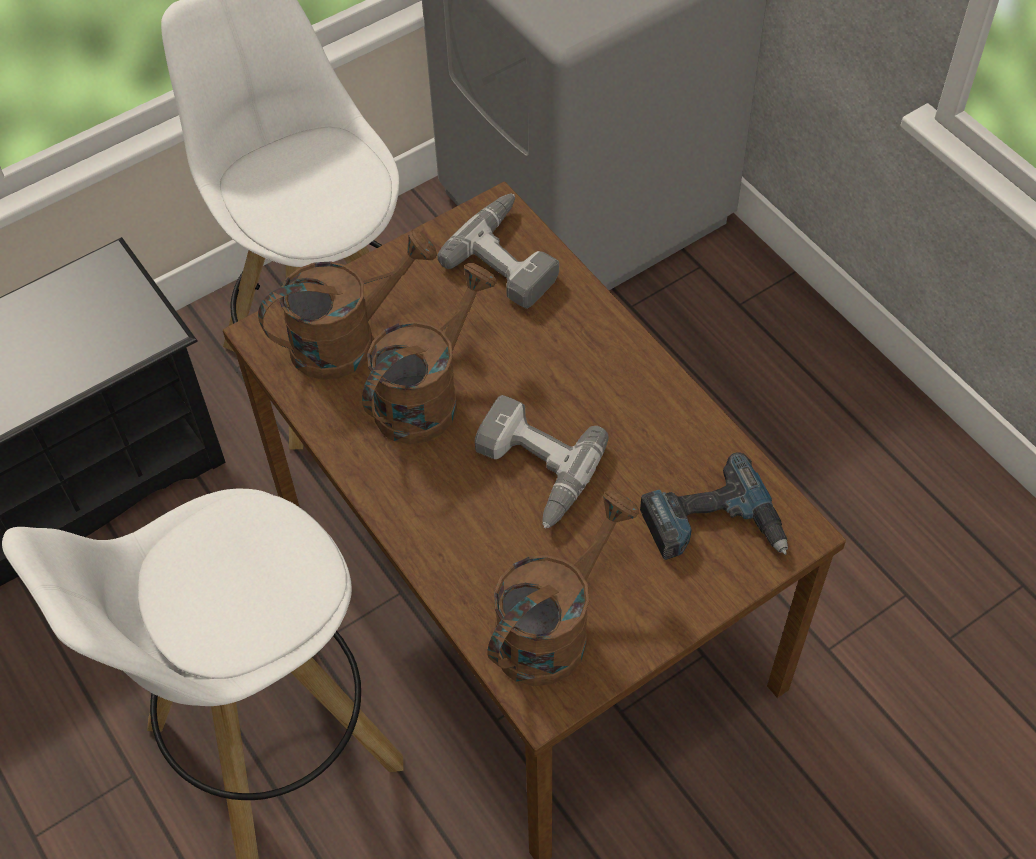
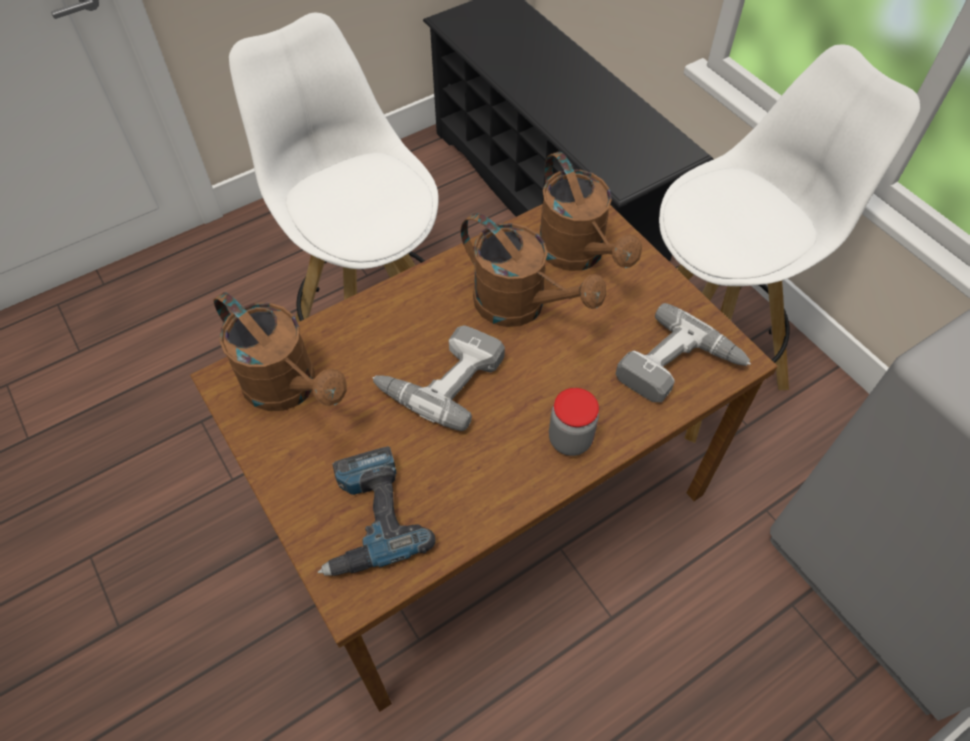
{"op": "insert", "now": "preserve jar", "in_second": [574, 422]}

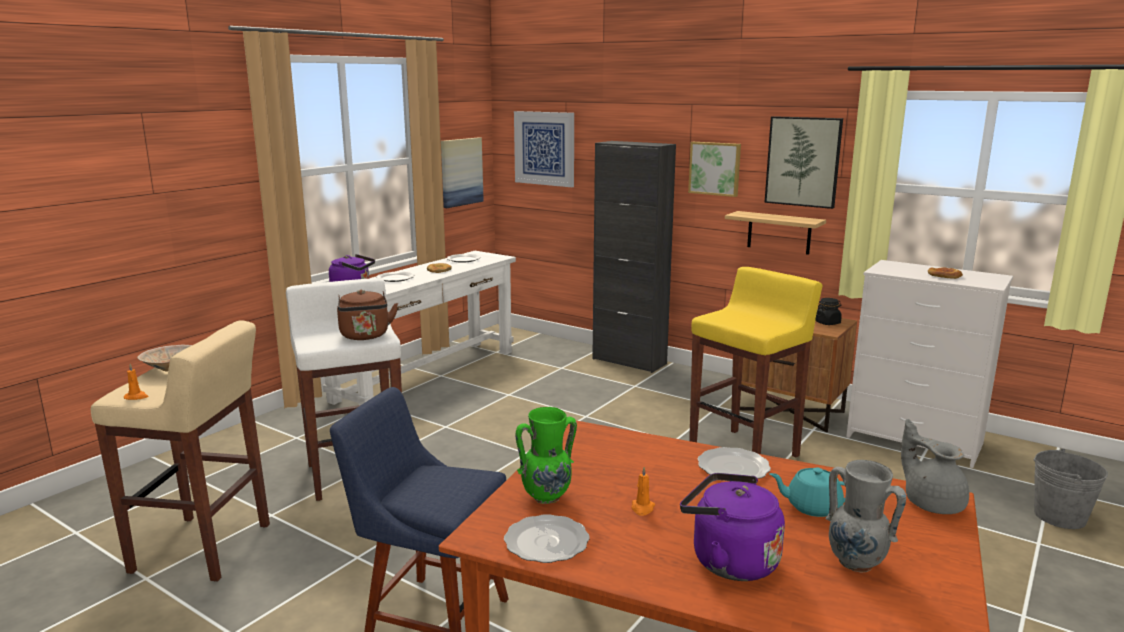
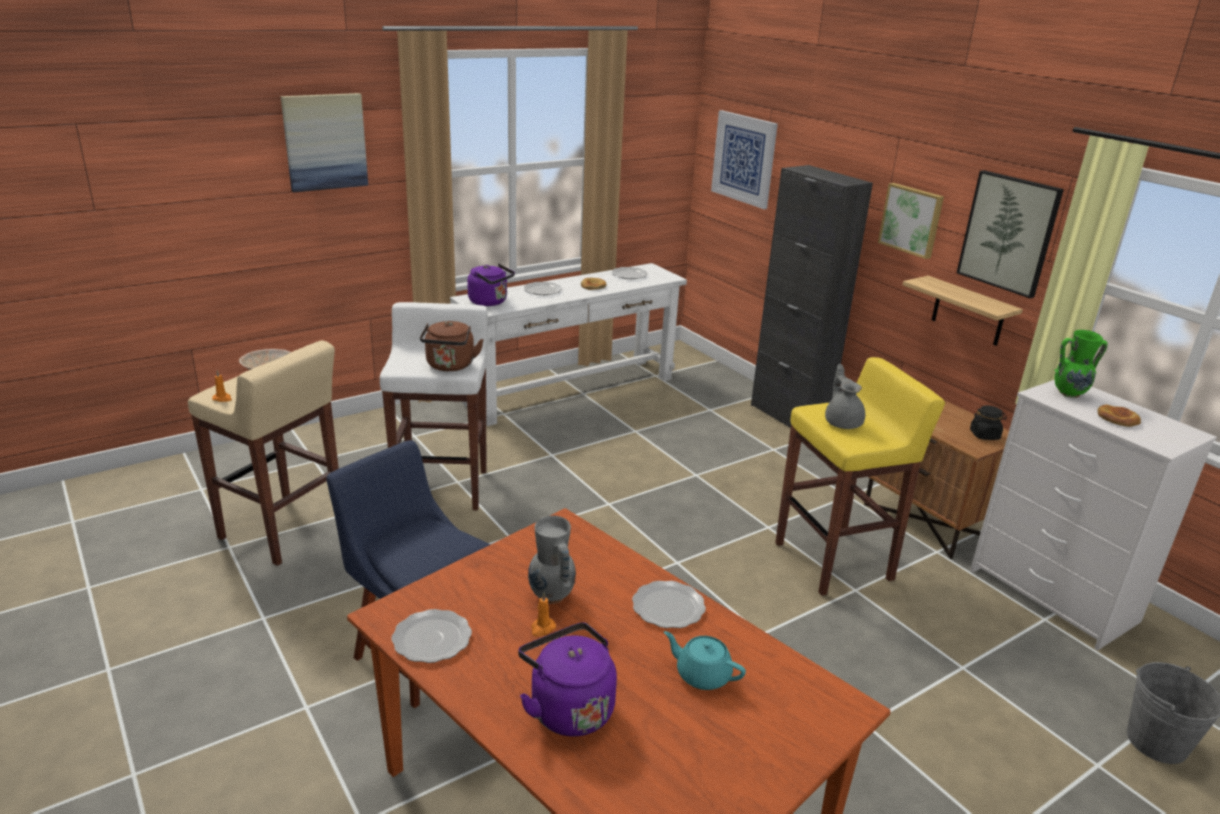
{"op": "move", "was": "wall art", "in_first": [462, 172], "in_second": [324, 143]}
{"op": "move", "was": "flower vase/greenish", "in_first": [546, 455], "in_second": [1081, 364]}
{"op": "move", "was": "flower vase/grey", "in_first": [865, 516], "in_second": [552, 560]}
{"op": "move", "was": "pot for tea/grey", "in_first": [935, 466], "in_second": [845, 396]}

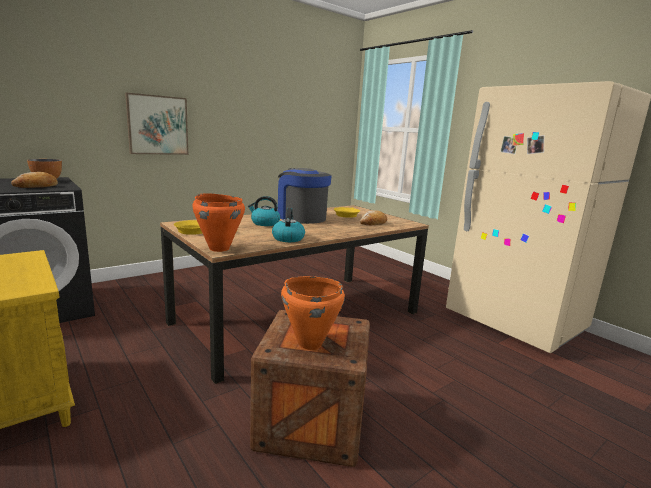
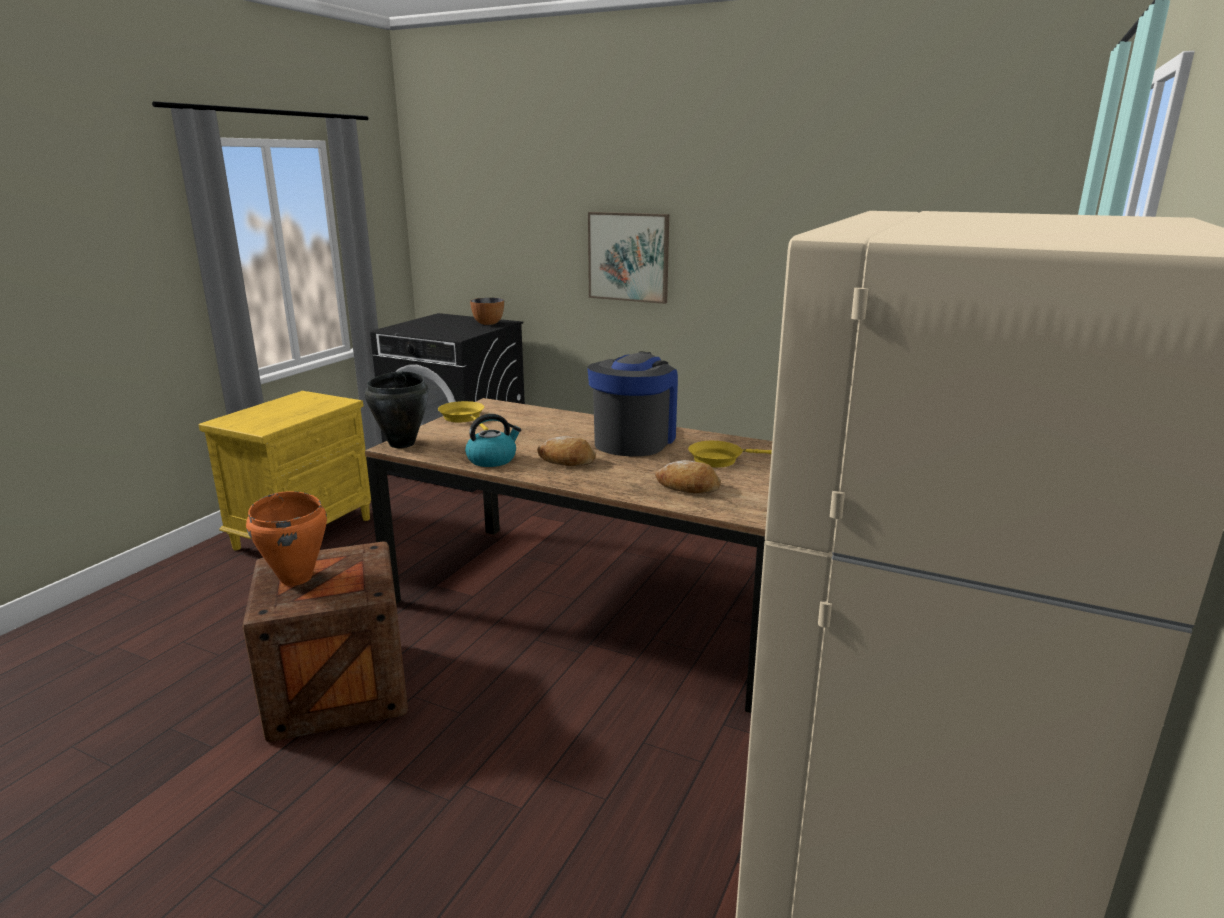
{"op": "delete", "was": "water kettle", "in_first": [264, 211]}
{"op": "move", "was": "bread", "in_first": [34, 180], "in_second": [566, 451]}
{"op": "recolor", "was": "stockpot/orange", "now": "stockpot/black", "in_first": [218, 222], "in_second": [397, 409]}

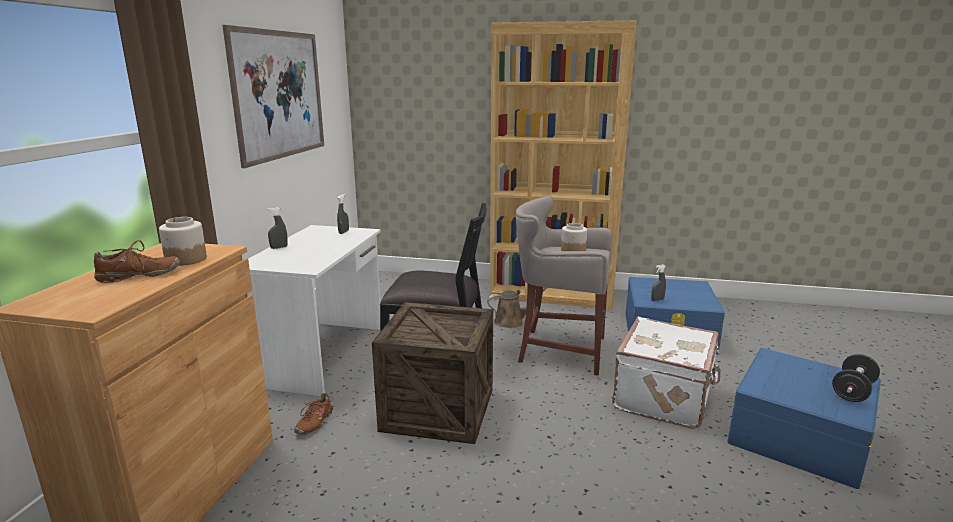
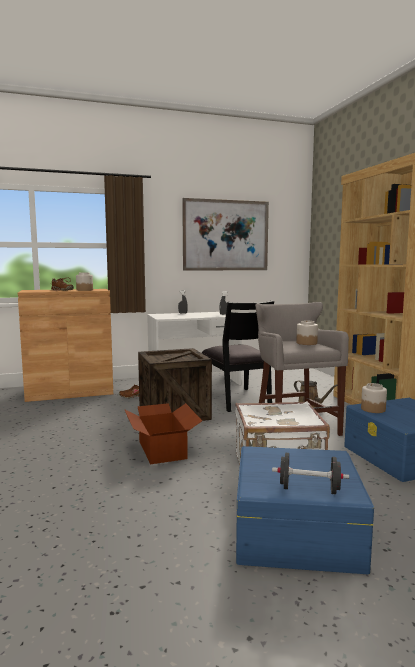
{"op": "insert", "now": "carton", "in_second": [163, 433]}
{"op": "replace", "was": "sprayer/grey", "now": "preserve jar", "in_first": [658, 283], "in_second": [374, 398]}

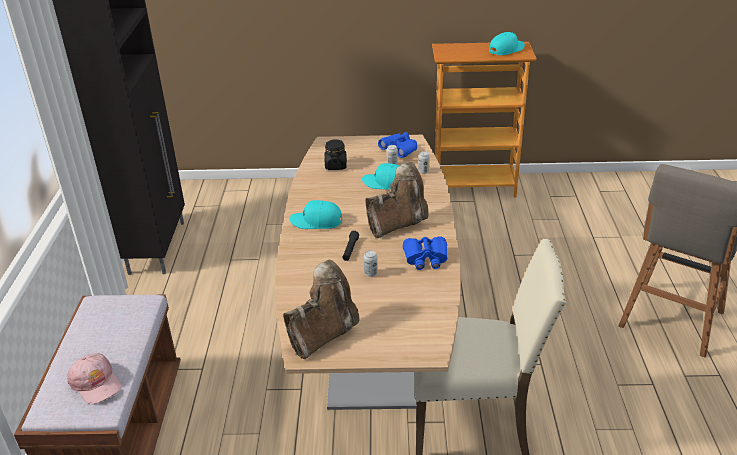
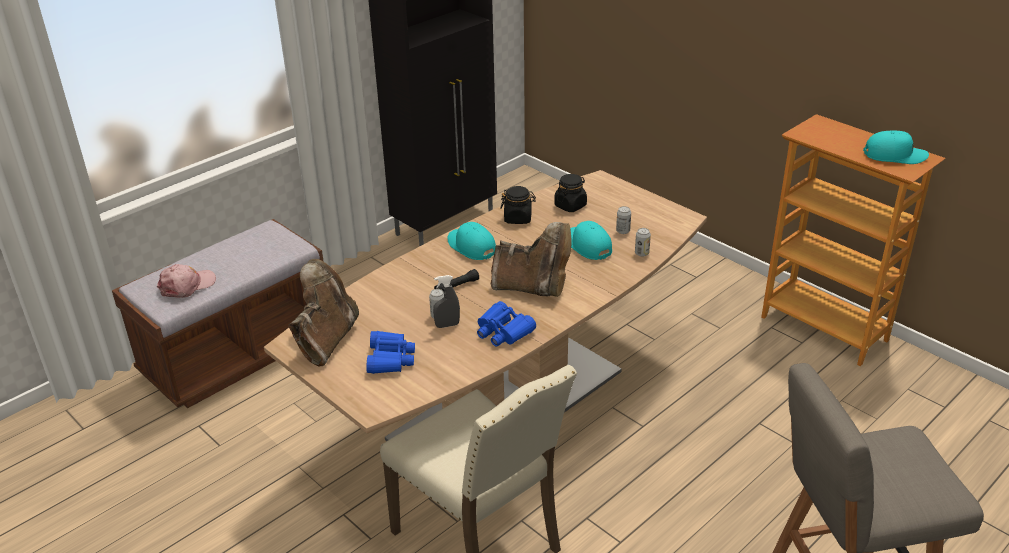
{"op": "insert", "now": "sprayer/grey", "in_second": [446, 301]}
{"op": "insert", "now": "preserve jar/black", "in_second": [518, 205]}
{"op": "move", "was": "binoculars/blue-coloured", "in_first": [397, 145], "in_second": [390, 352]}
{"op": "rotate", "was": "peaked cap/pink-coloured", "in_first": [94, 378], "in_second": [186, 281], "clockwise": -135}
{"op": "rotate", "was": "boot/brownish", "in_first": [321, 309], "in_second": [323, 312], "clockwise": -75}

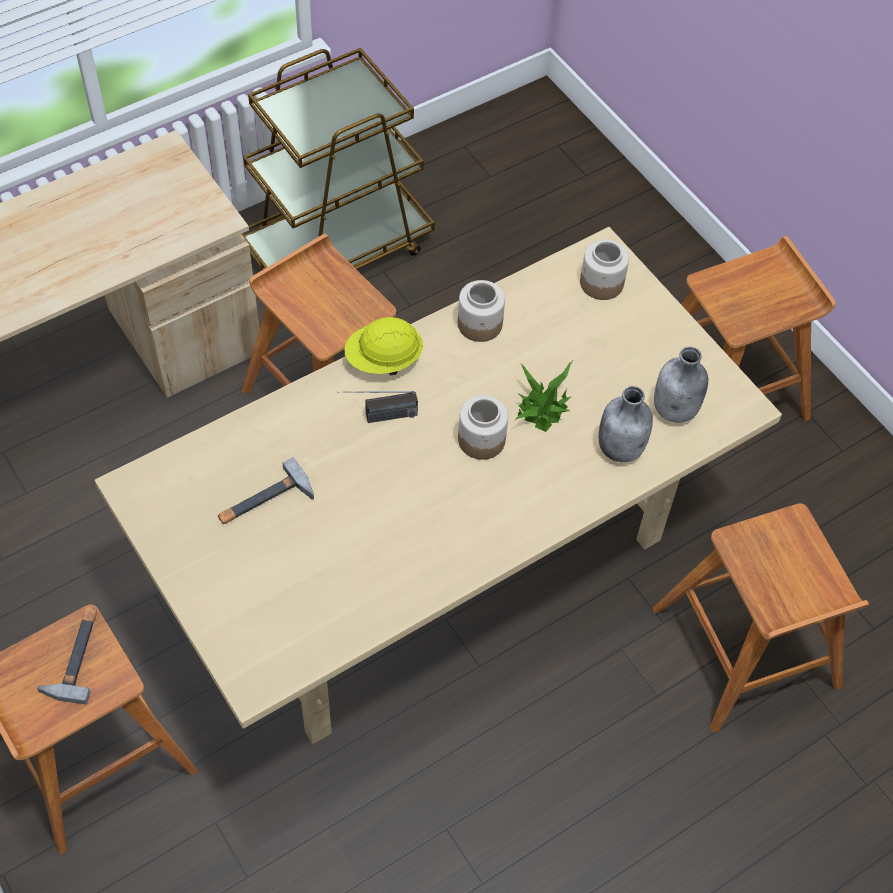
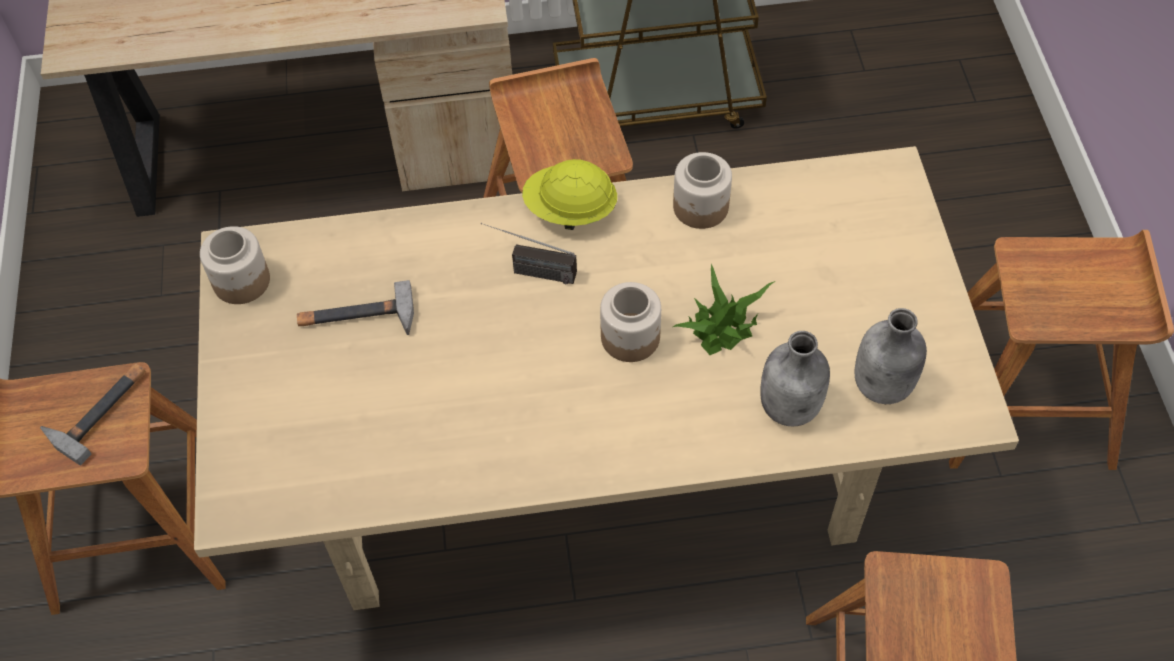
{"op": "move", "was": "preserve jar", "in_first": [604, 269], "in_second": [235, 265]}

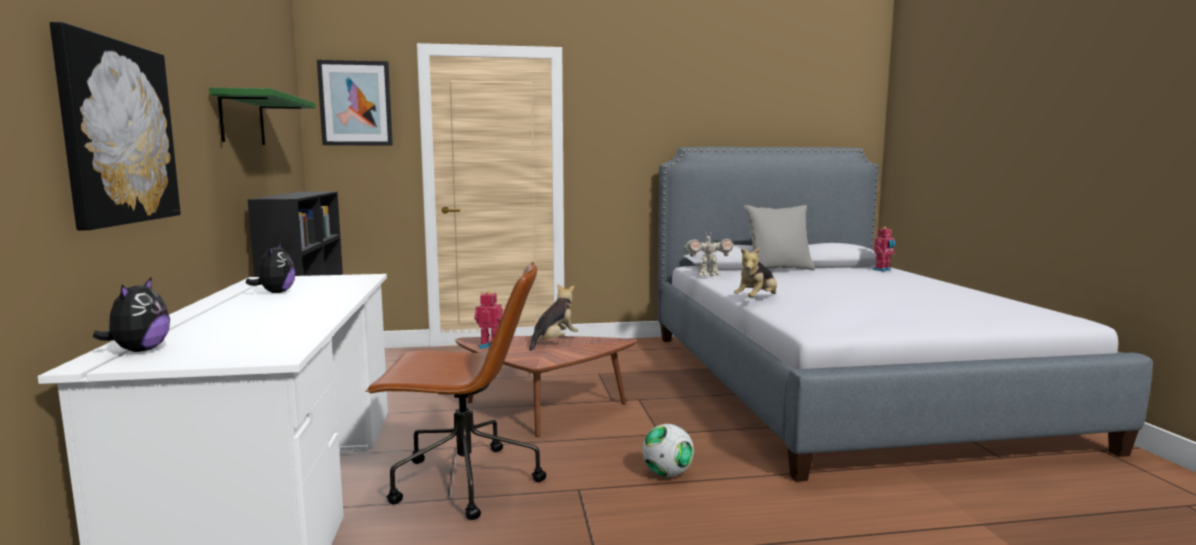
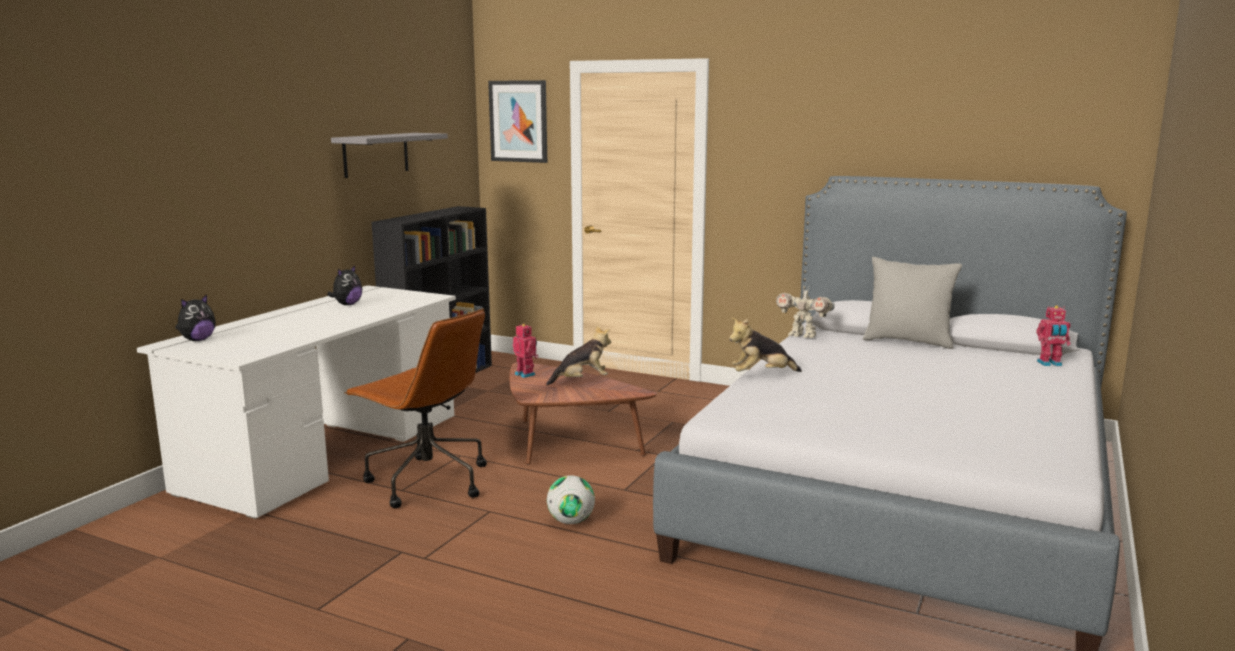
{"op": "delete", "was": "wall art", "in_first": [115, 126]}
{"op": "recolor", "was": "shelf/greenish", "now": "shelf/grey", "in_first": [262, 116], "in_second": [389, 155]}

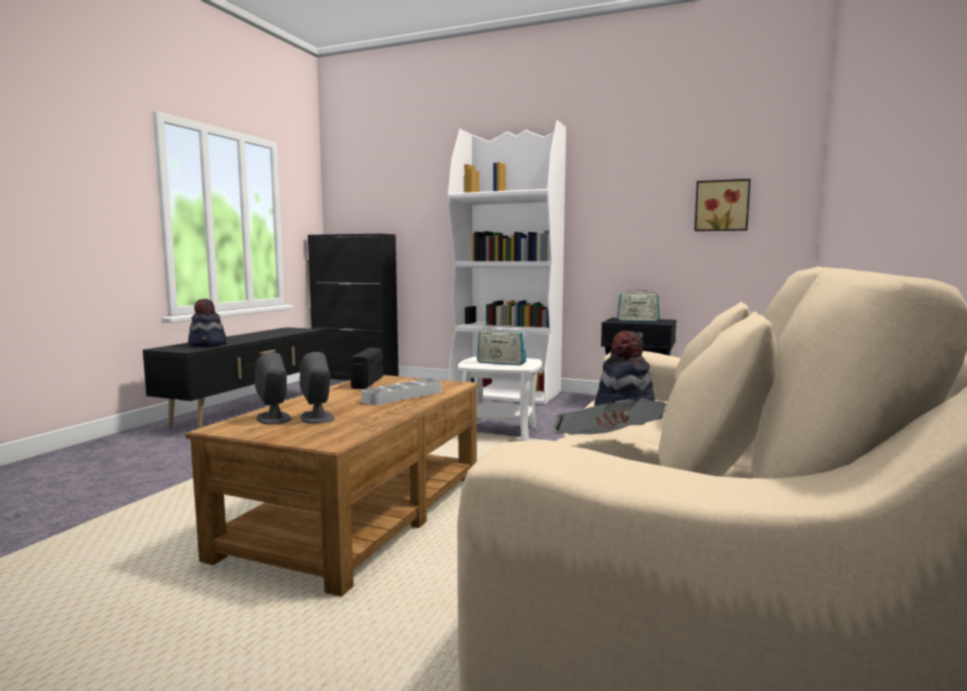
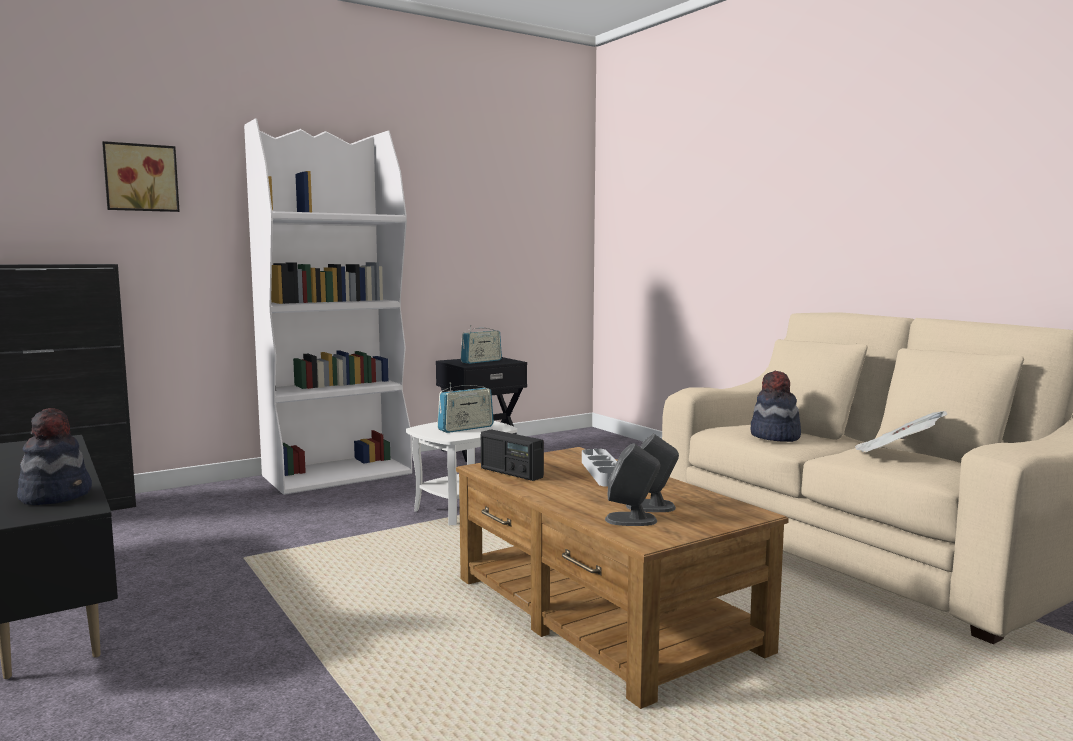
{"op": "move", "was": "wall art", "in_first": [722, 205], "in_second": [141, 176]}

